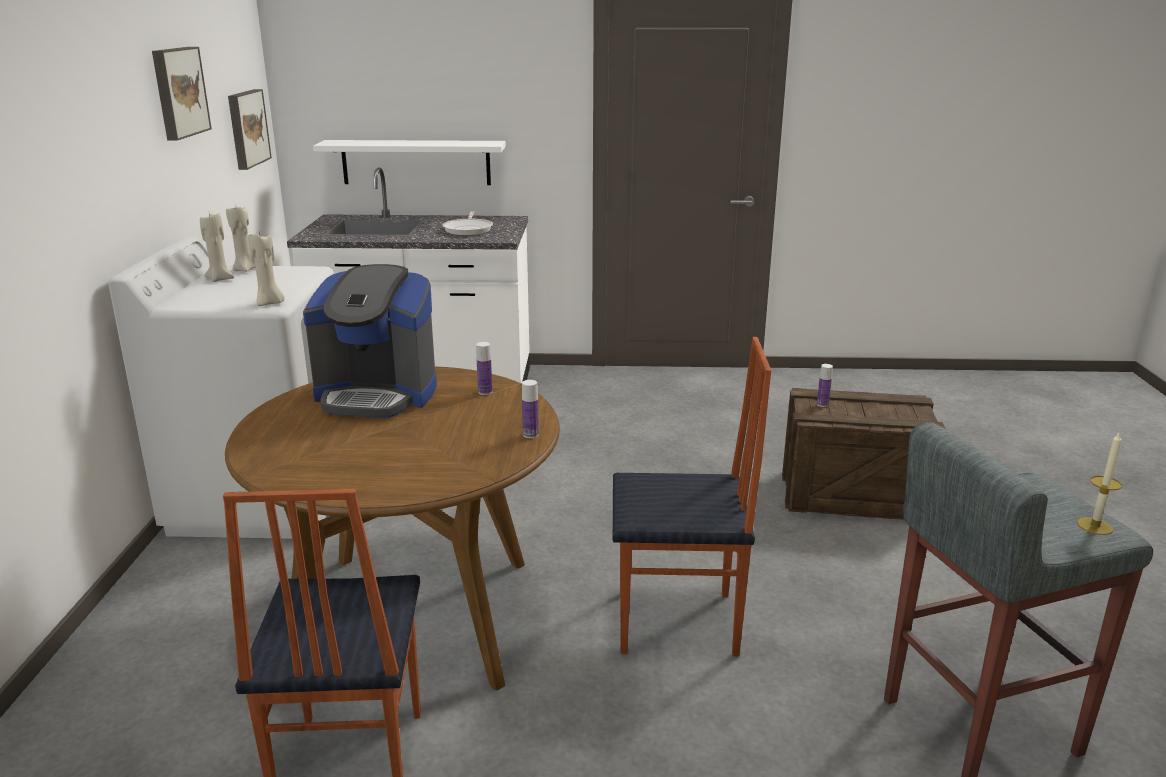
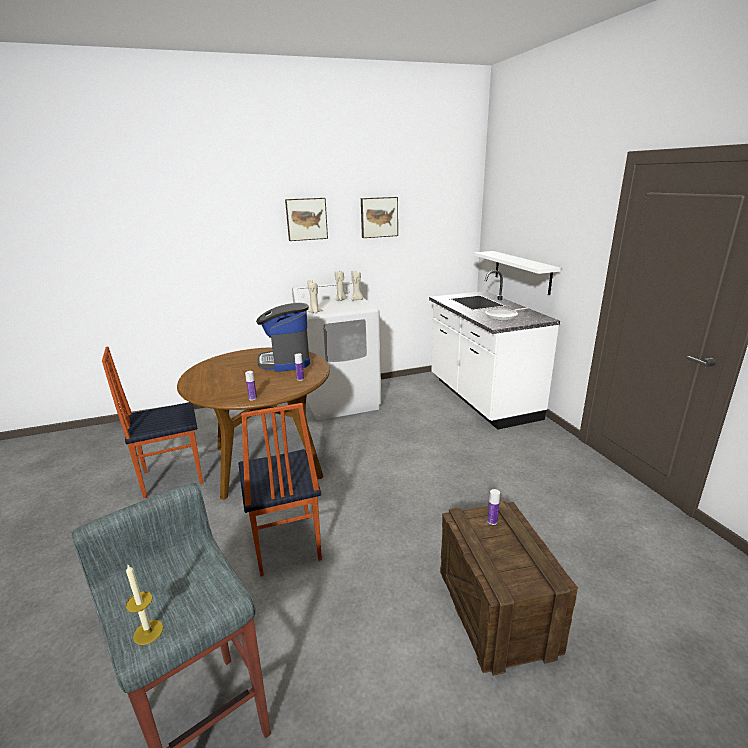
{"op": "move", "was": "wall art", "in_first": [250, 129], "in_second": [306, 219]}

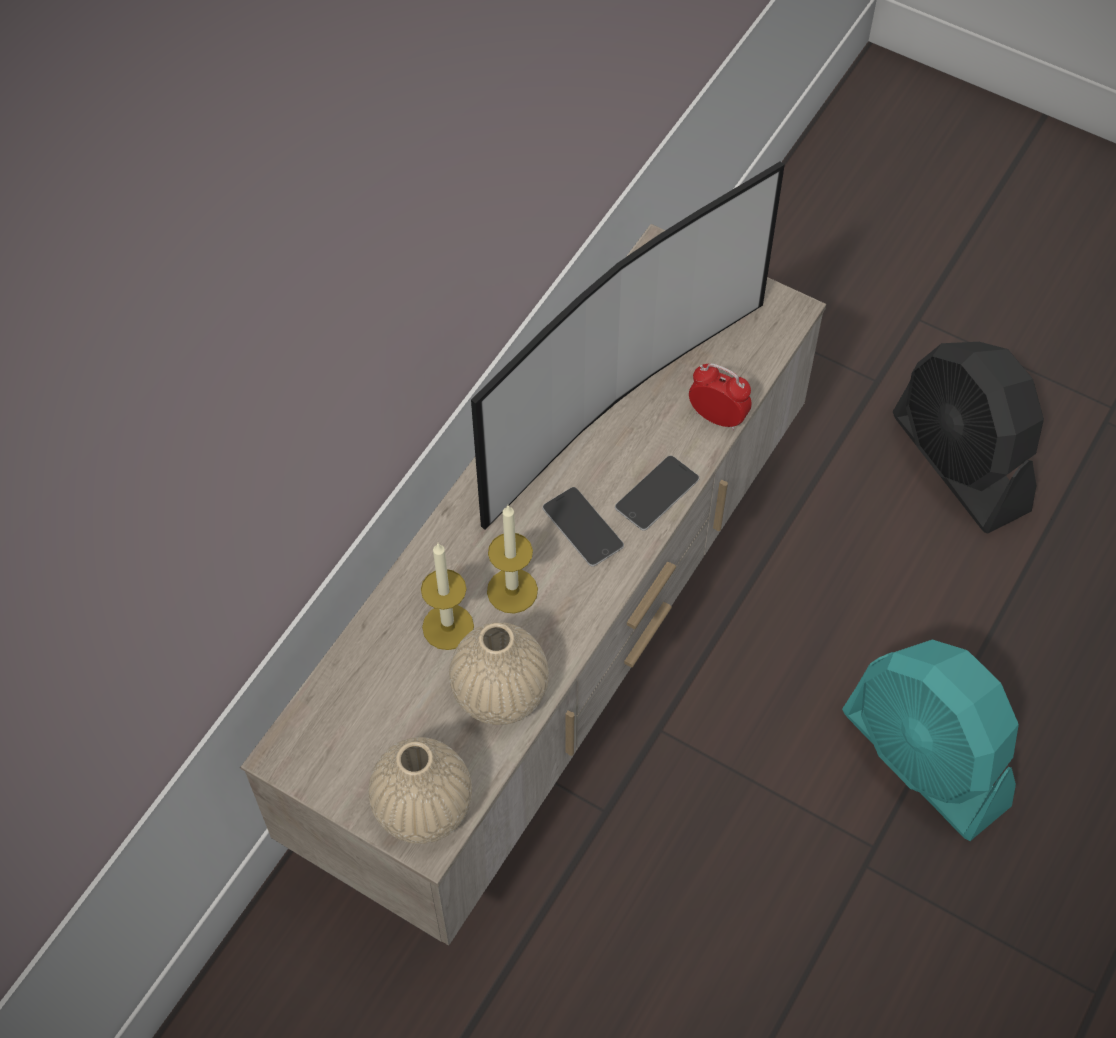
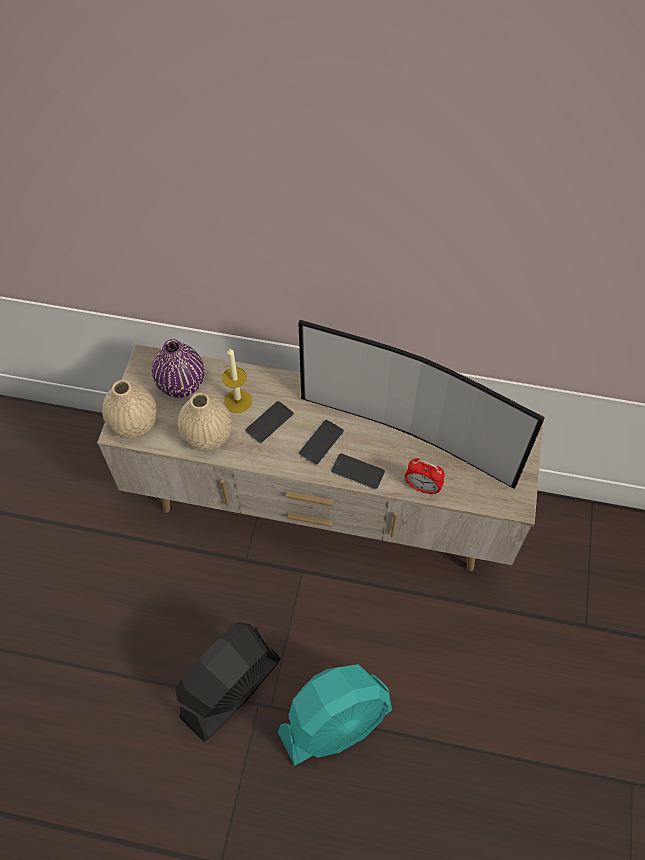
{"op": "insert", "now": "flower vase/purple", "in_second": [178, 368]}
{"op": "move", "was": "electric fan/black", "in_first": [968, 438], "in_second": [228, 682]}
{"op": "replace", "was": "wax light", "now": "telephone", "in_first": [512, 559], "in_second": [269, 422]}
{"op": "rotate", "was": "table clock", "in_first": [720, 397], "in_second": [425, 476], "clockwise": 105}
{"op": "rotate", "was": "electric fan/turquoise-coloured", "in_first": [930, 740], "in_second": [335, 715], "clockwise": -150}

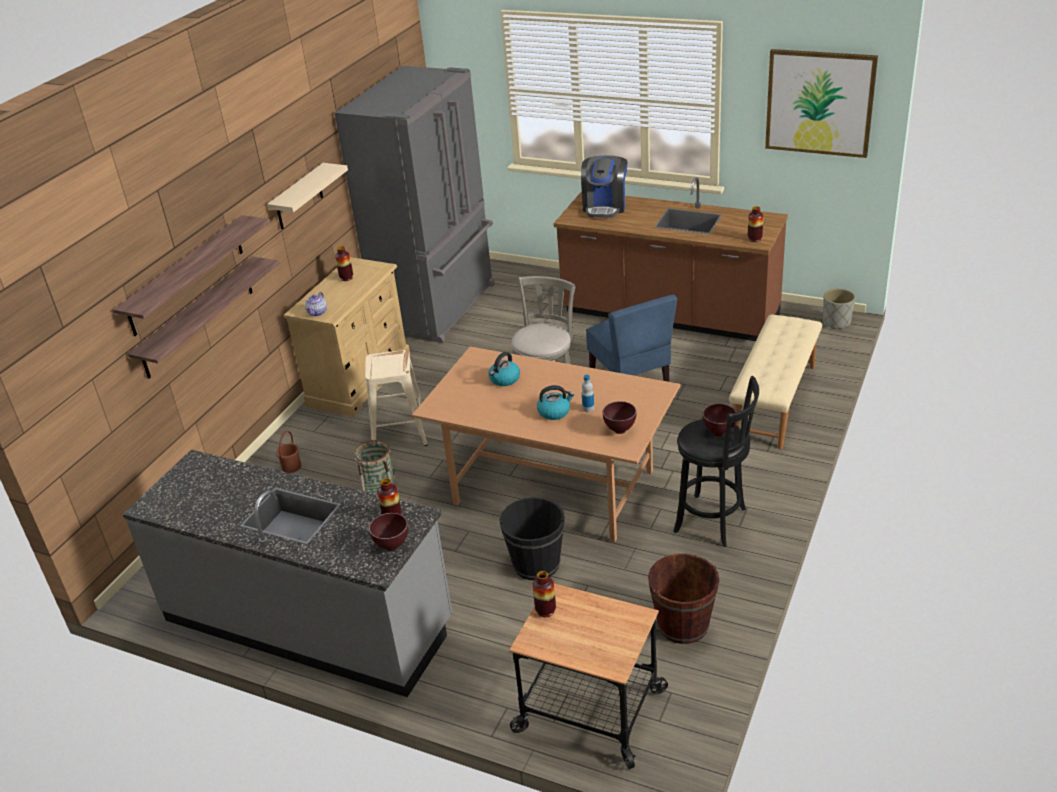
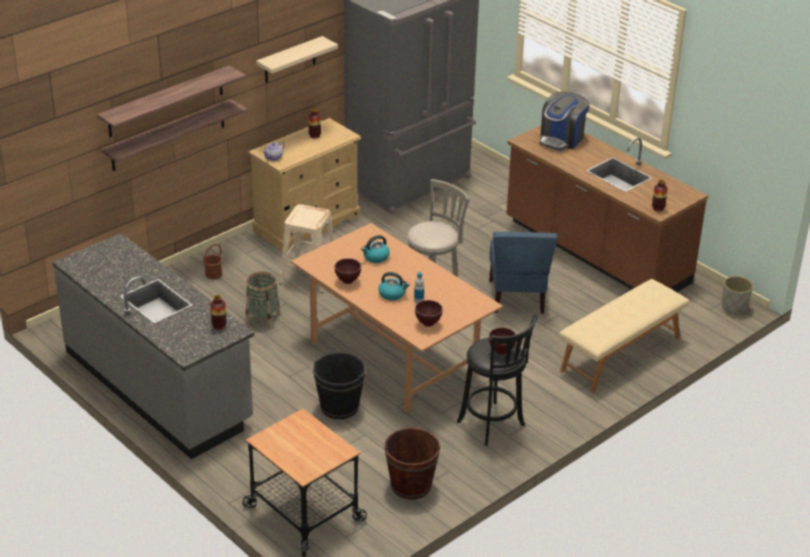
{"op": "delete", "was": "flower vase", "in_first": [544, 594]}
{"op": "delete", "was": "wall art", "in_first": [821, 103]}
{"op": "move", "was": "bowl/brownish", "in_first": [388, 532], "in_second": [348, 271]}

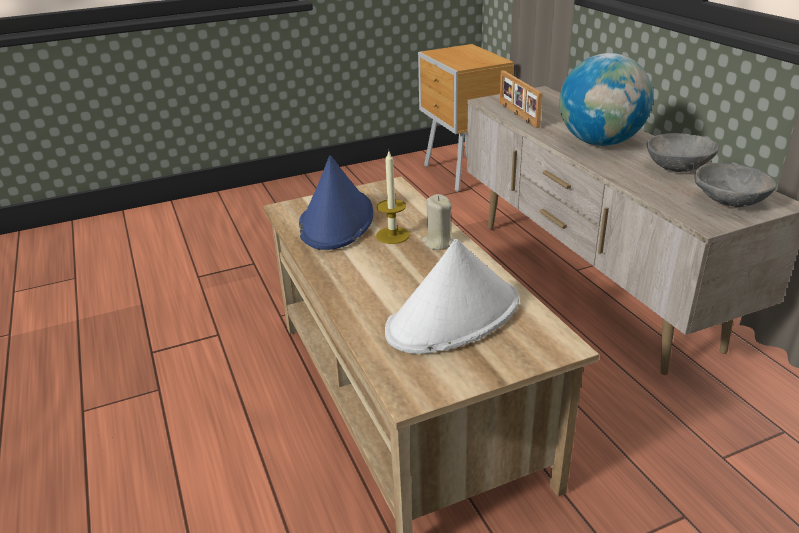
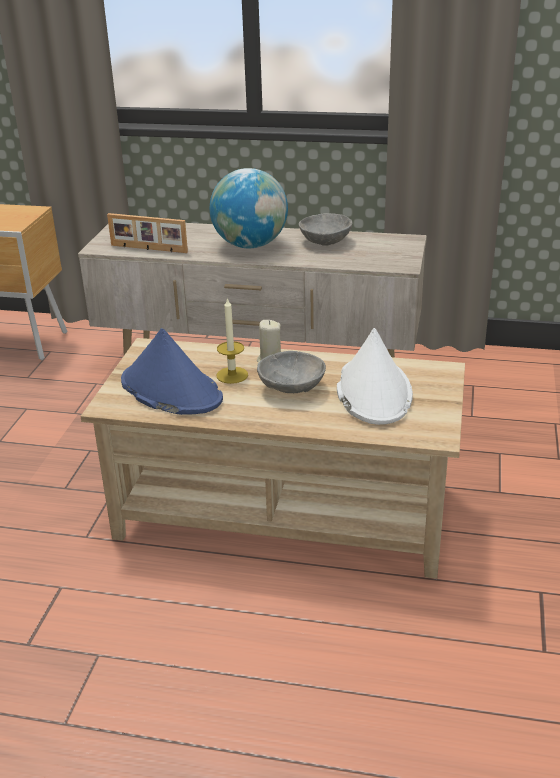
{"op": "move", "was": "bowl/grey", "in_first": [735, 185], "in_second": [291, 372]}

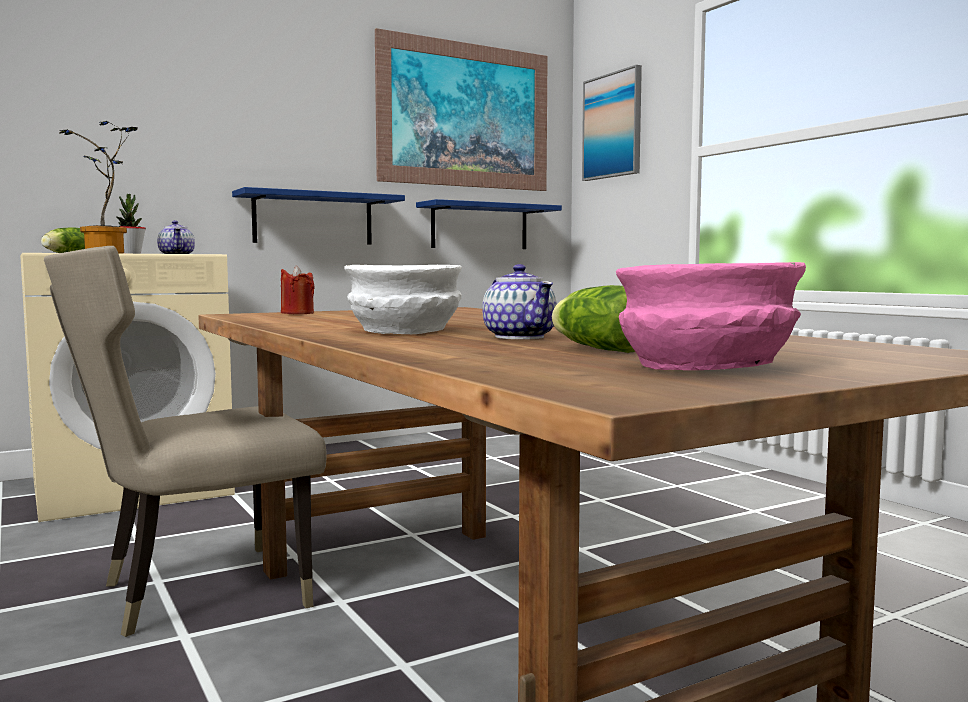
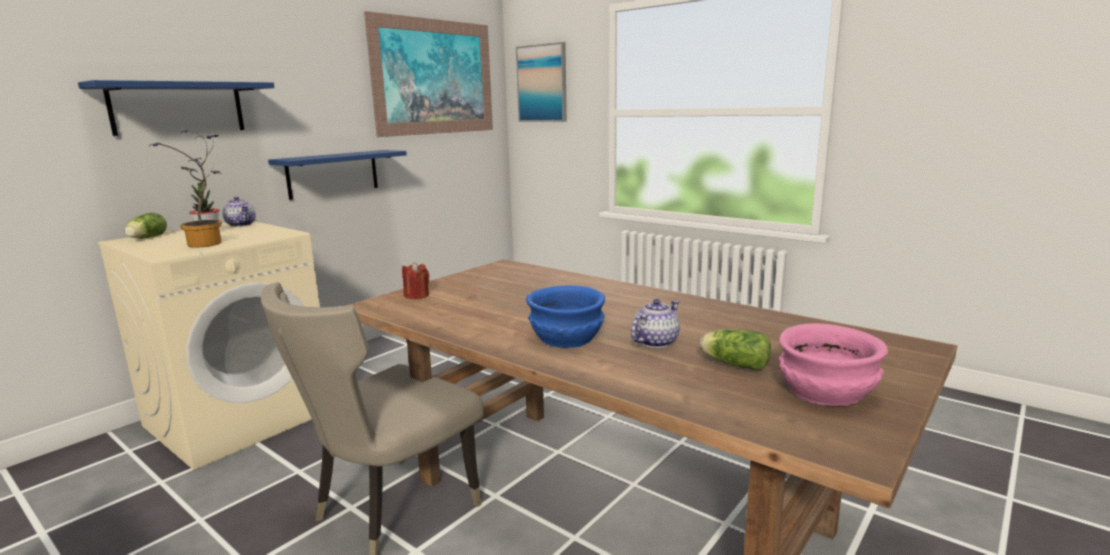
{"op": "move", "was": "shelf/blue-coloured", "in_first": [489, 224], "in_second": [176, 108]}
{"op": "recolor", "was": "bowl/whitish", "now": "bowl/blue-coloured", "in_first": [403, 299], "in_second": [565, 316]}
{"op": "rotate", "was": "pot for tea", "in_first": [519, 301], "in_second": [655, 323], "clockwise": -90}

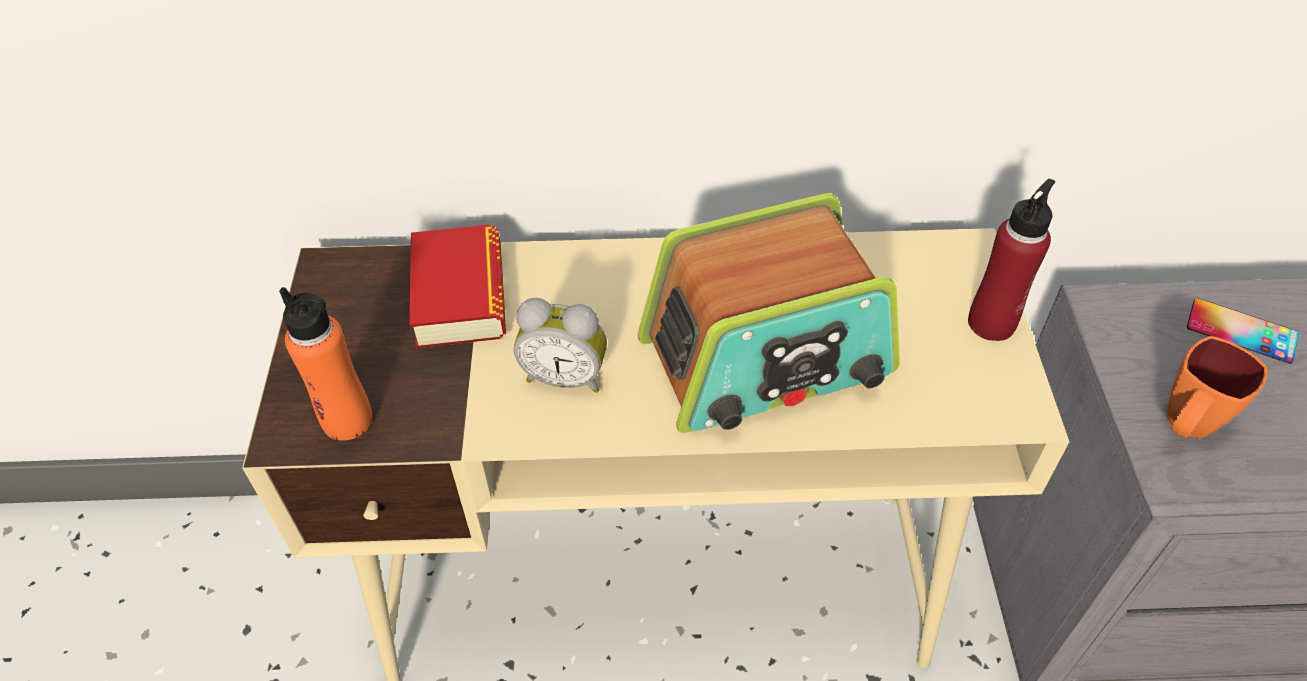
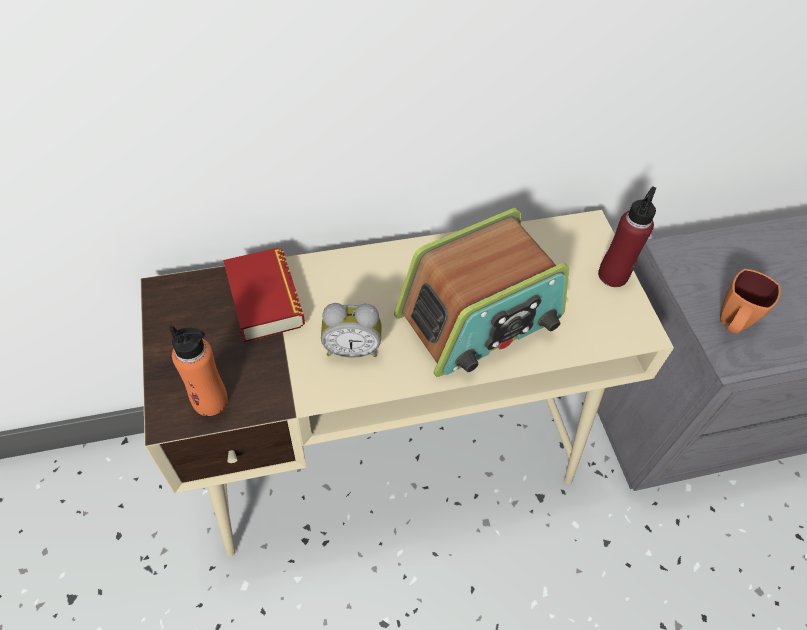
{"op": "delete", "was": "telephone", "in_first": [1243, 331]}

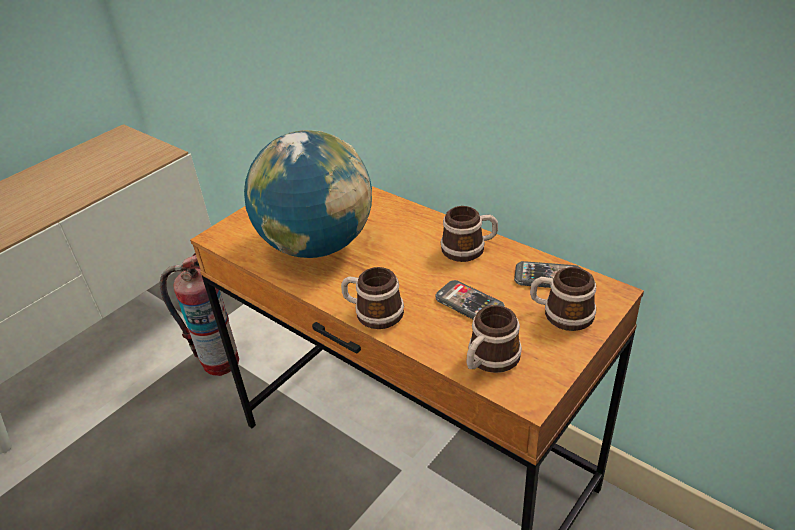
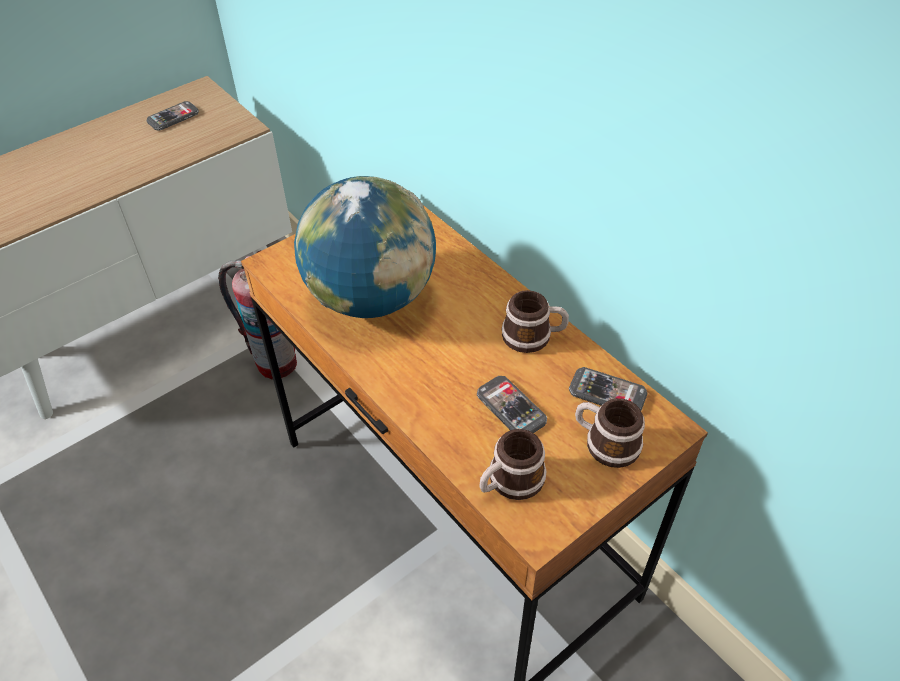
{"op": "delete", "was": "mug", "in_first": [372, 298]}
{"op": "insert", "now": "telephone", "in_second": [173, 116]}

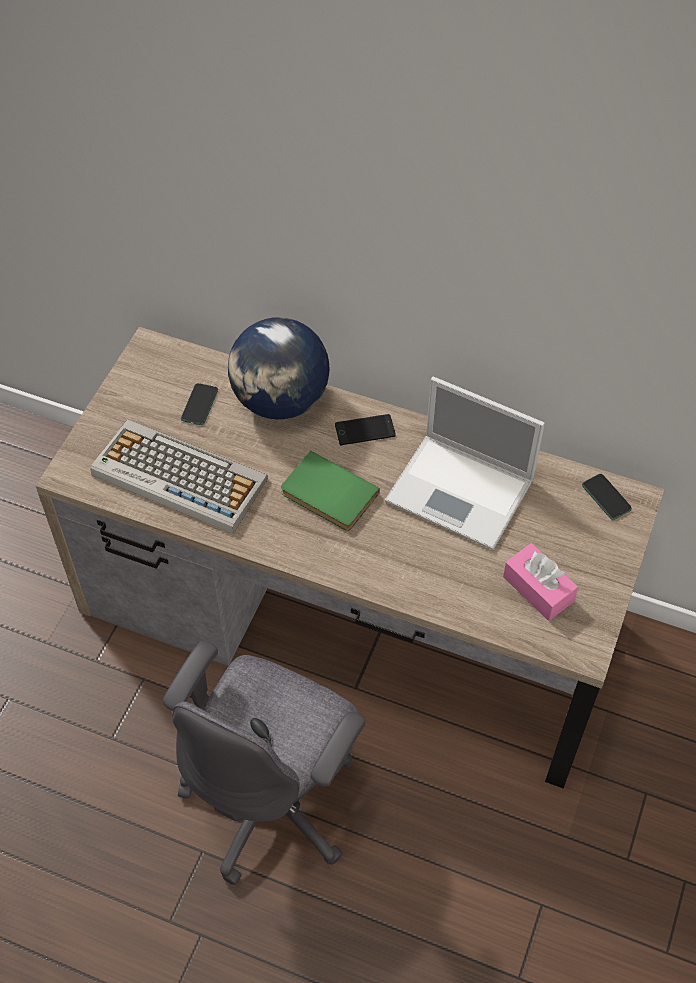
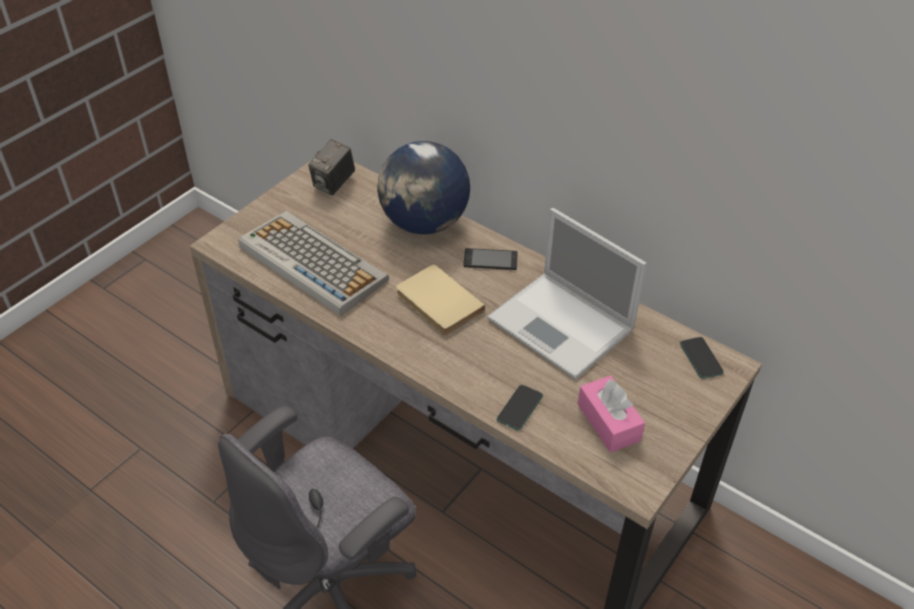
{"op": "insert", "now": "still camera", "in_second": [331, 167]}
{"op": "move", "was": "telephone", "in_first": [199, 404], "in_second": [520, 408]}
{"op": "recolor", "was": "bound book/greenish", "now": "bound book/sand-coloured", "in_first": [330, 491], "in_second": [440, 299]}

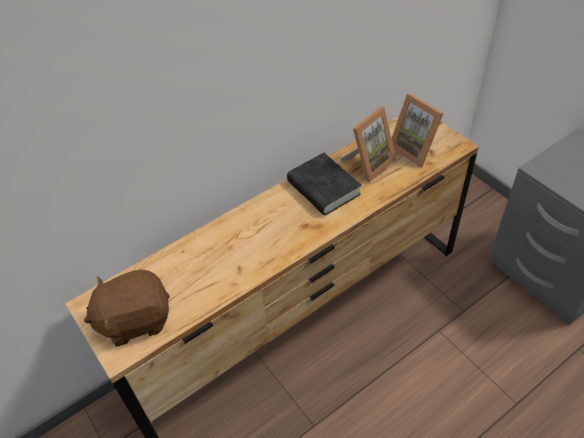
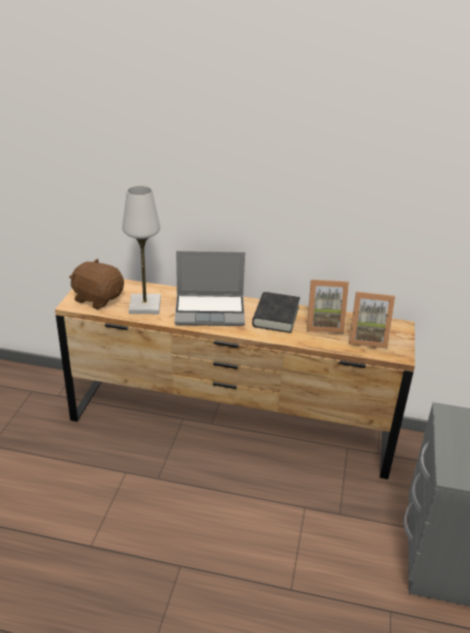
{"op": "insert", "now": "tabletop lamp/whitish", "in_second": [141, 250]}
{"op": "insert", "now": "notebook computer", "in_second": [210, 288]}
{"op": "rotate", "was": "picture frame", "in_first": [417, 130], "in_second": [372, 320], "clockwise": -90}

